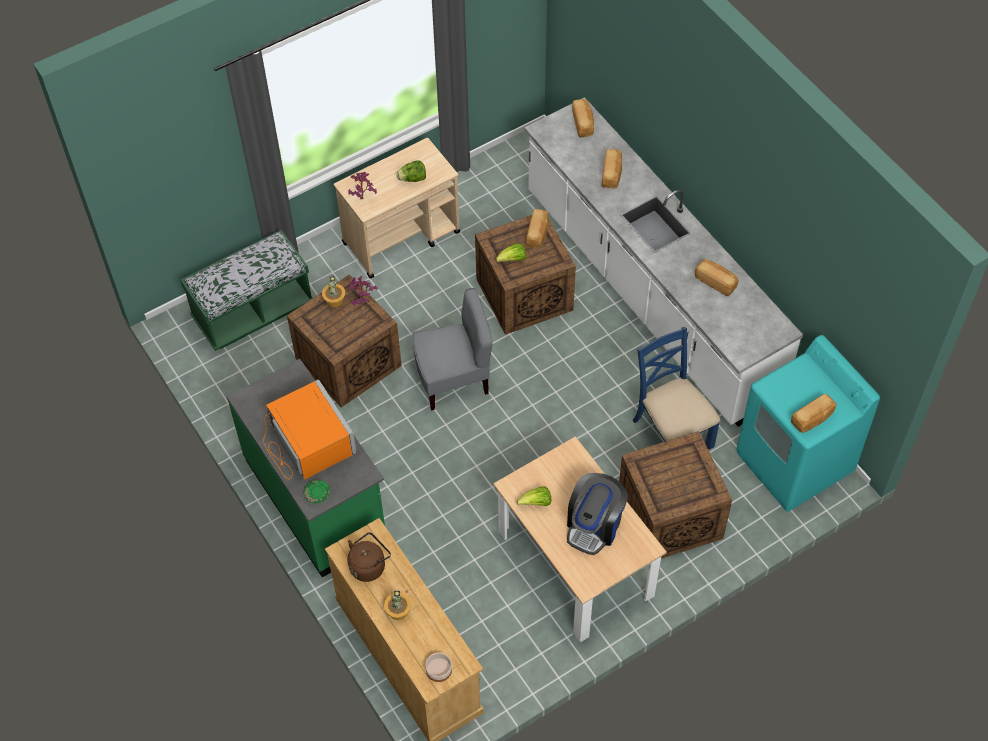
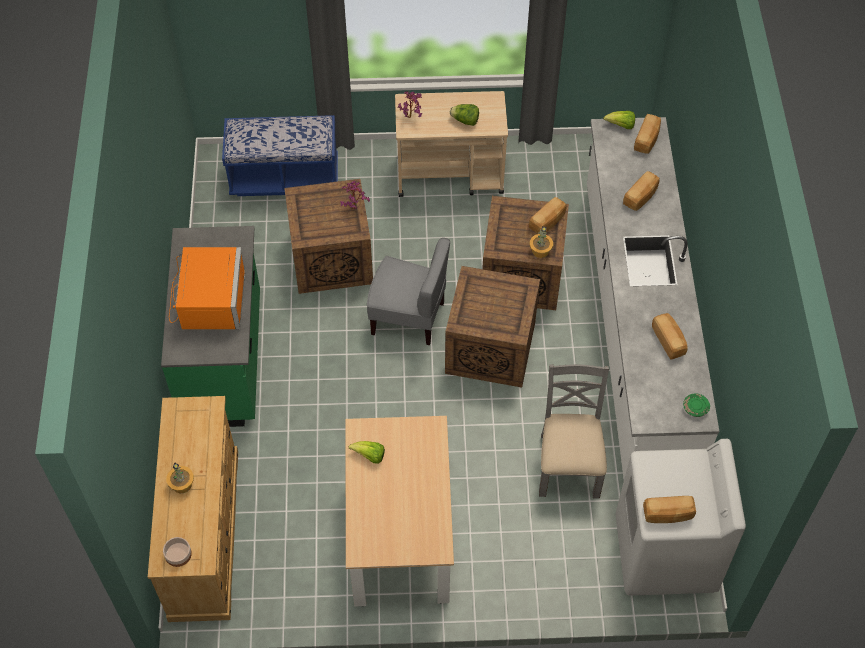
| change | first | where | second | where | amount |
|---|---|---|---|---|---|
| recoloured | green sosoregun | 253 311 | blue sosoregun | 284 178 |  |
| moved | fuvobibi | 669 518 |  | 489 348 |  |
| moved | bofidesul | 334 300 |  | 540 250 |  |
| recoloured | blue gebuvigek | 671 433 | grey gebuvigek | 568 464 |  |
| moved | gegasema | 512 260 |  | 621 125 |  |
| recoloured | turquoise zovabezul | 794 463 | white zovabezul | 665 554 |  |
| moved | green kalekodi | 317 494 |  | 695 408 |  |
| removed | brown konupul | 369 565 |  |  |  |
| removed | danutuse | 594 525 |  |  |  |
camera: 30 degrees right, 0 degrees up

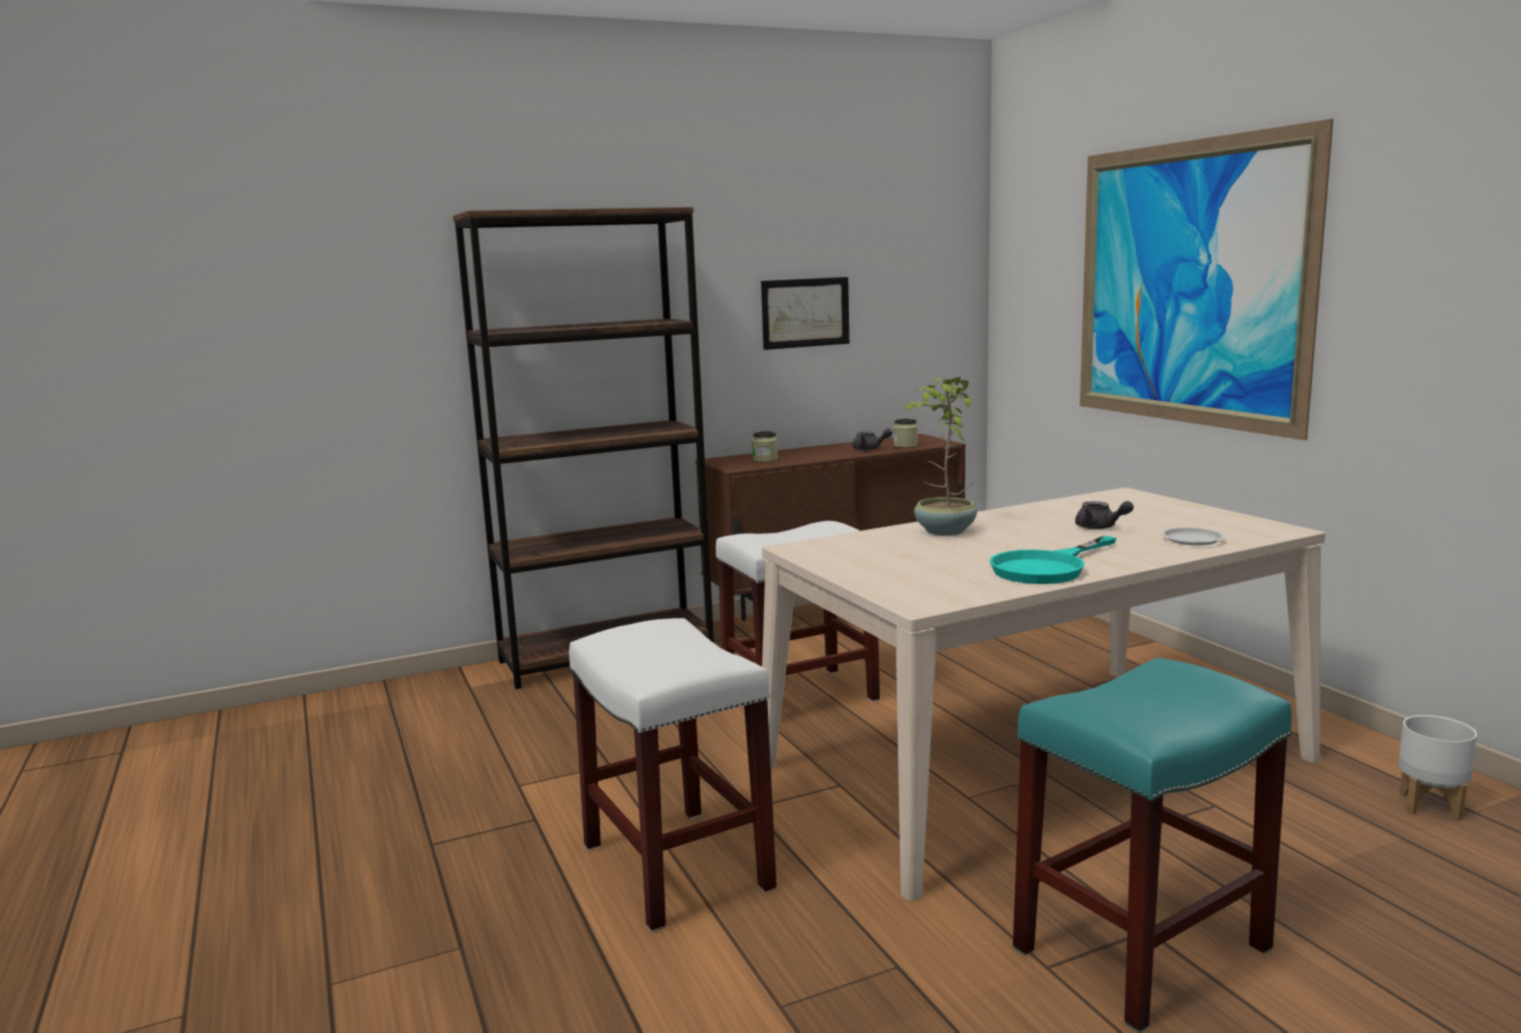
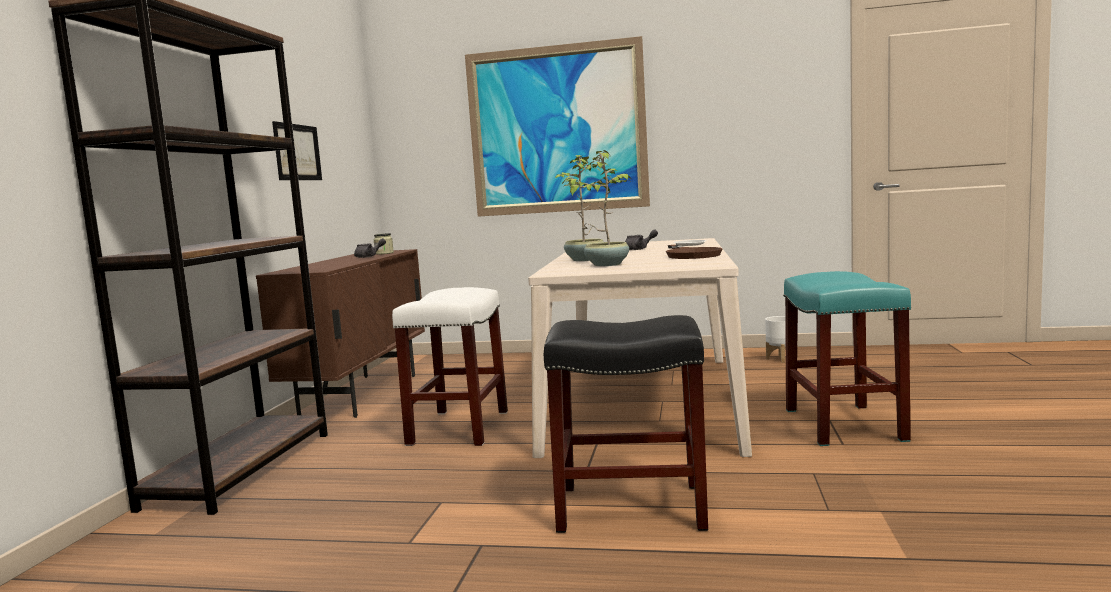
| change | first | where | second | where | amount |
|---|---|---|---|---|---|
| recoloured | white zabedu | 674 866 | black zabedu | 629 507 |  |
| added |  |  | bofidesul | 606 264 |  |
| recoloured | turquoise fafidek | 1047 567 | brown fafidek | 691 255 |  |
| removed | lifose | 765 459 |  |  |  |
camera: 55 degrees left, 5 degrees down

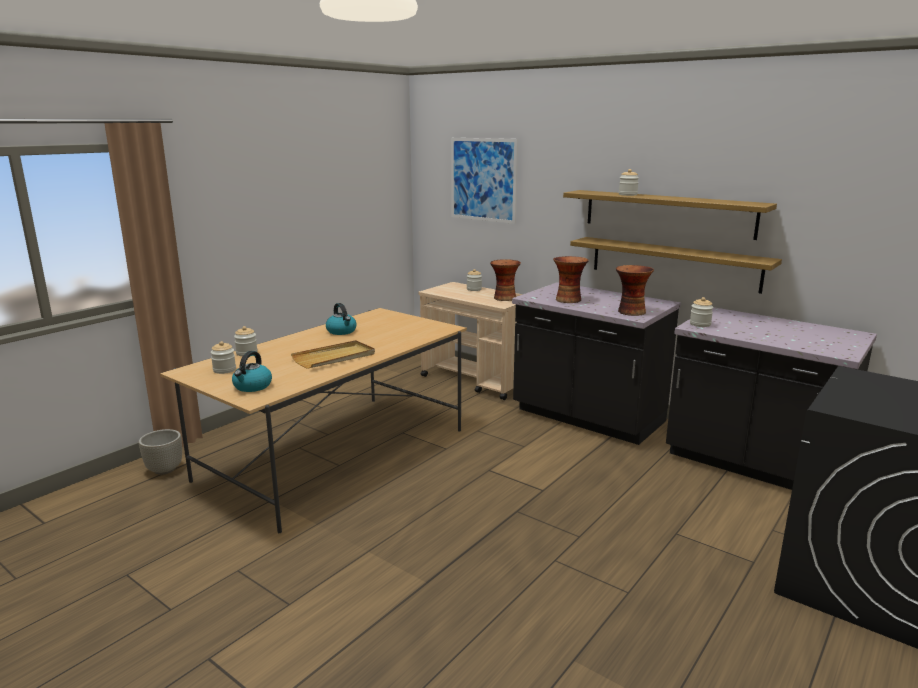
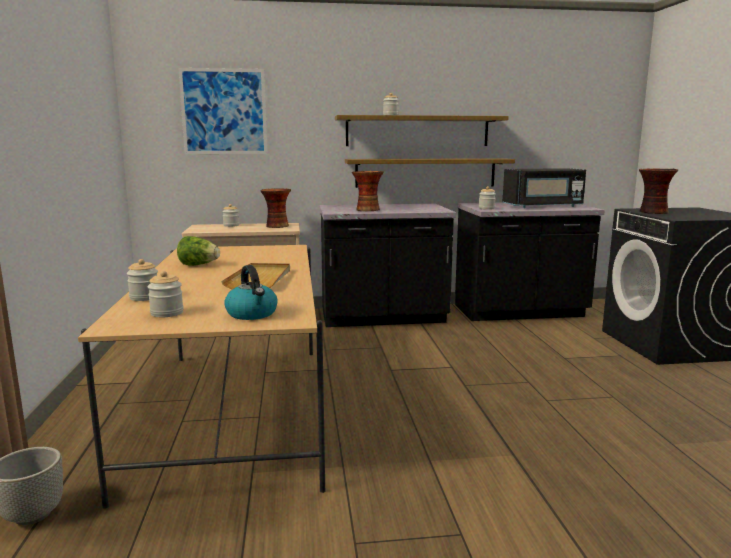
| change | first | where | second | where | amount |
|---|---|---|---|---|---|
| replaced | konupul | 342 331 | gegasema | 198 265 |  |
| added |  |  | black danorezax | 543 206 |  |
| moved | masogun | 630 312 |  | 653 212 |  |
camera: 45 degrees left, 5 degrees down

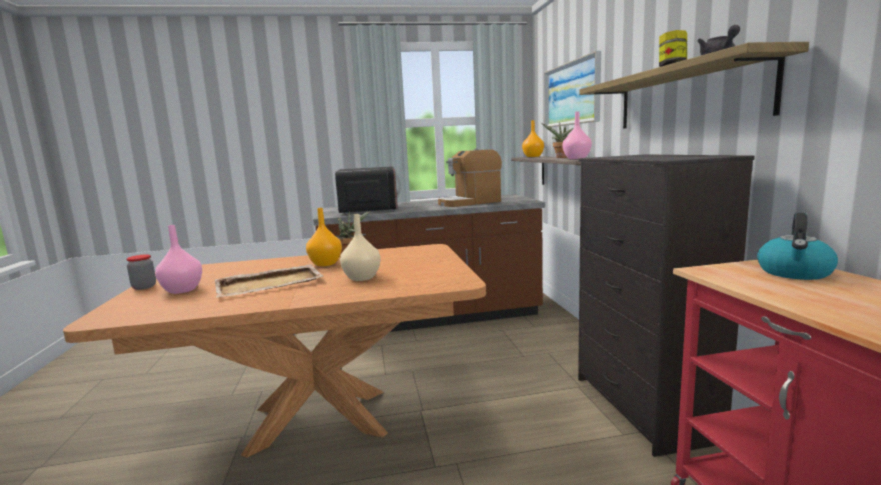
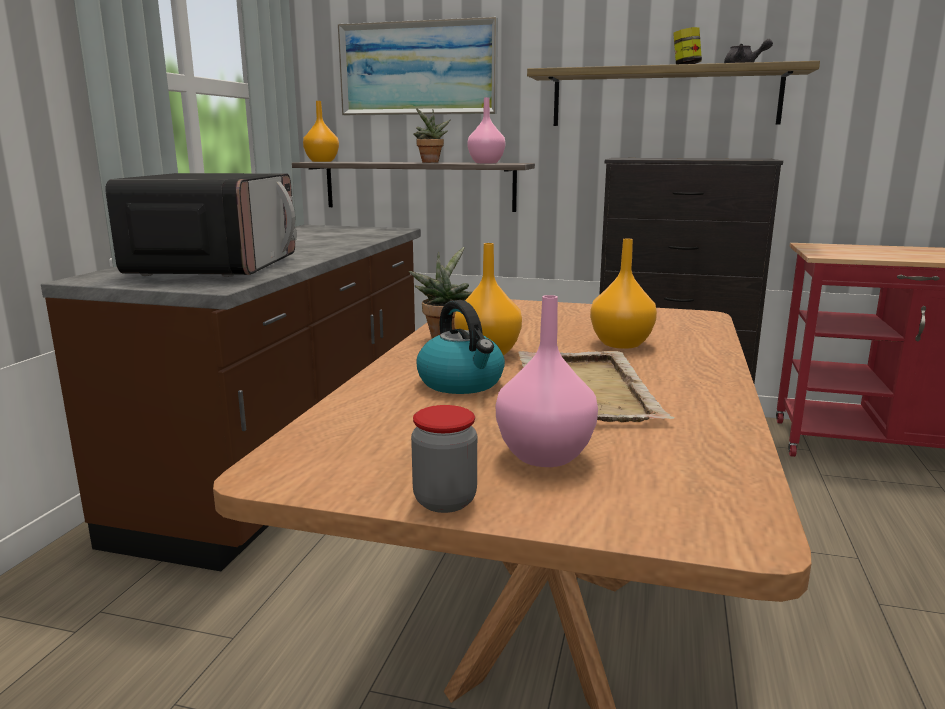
| change | first | where | second | where | amount |
|---|---|---|---|---|---|
| turned | danorezax | 369 209 |  | 216 267 | 75 degrees clockwise |
| moved | konupul | 794 273 |  | 462 383 |  |
| recoloured | beige masogun | 362 277 | orange masogun | 620 343 |  |
| removed | danutuse | 470 202 |  |  |  |
camera: 65 degrees left, 5 degrees up

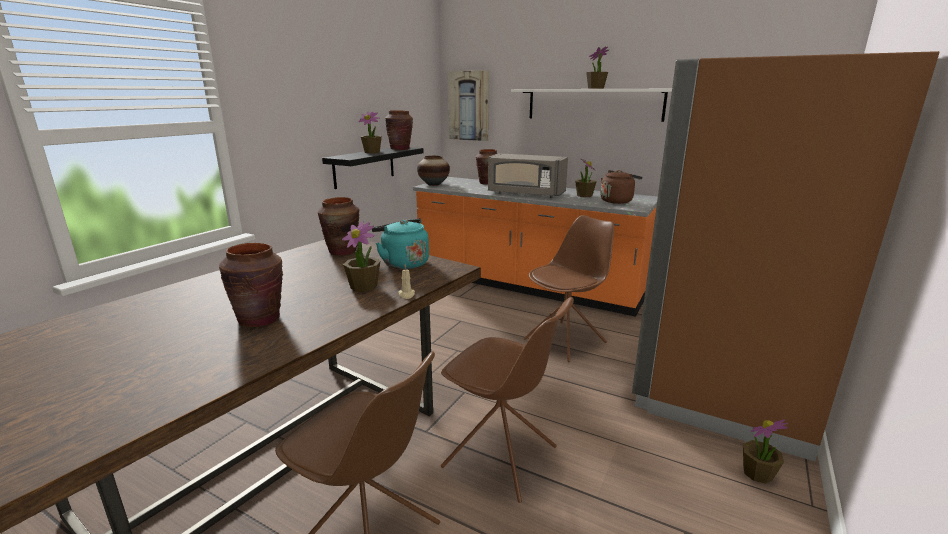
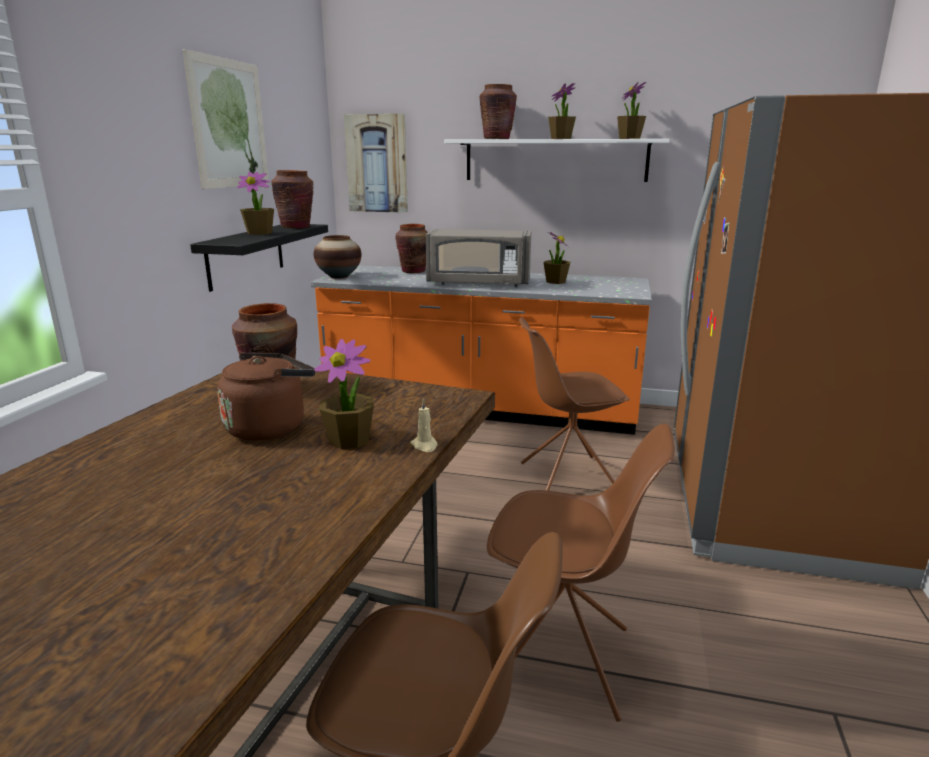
| change | first | where | second | where | amount |
|---|---|---|---|---|---|
| added |  |  | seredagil | 229 124 |  |
| moved | brown konupul | 617 201 |  | 270 427 |  |
| moved | brown masogun | 260 319 |  | 497 139 |  |
| turned | brown gebuvigek | 566 340 |  | 566 478 | 135 degrees counterclockwise |
| moved | bofidesul | 757 473 |  | 629 138 |  |
| removed | turquoise konupul | 403 263 |  |  |  |
camera: 15 degrees left, 0 degrees up

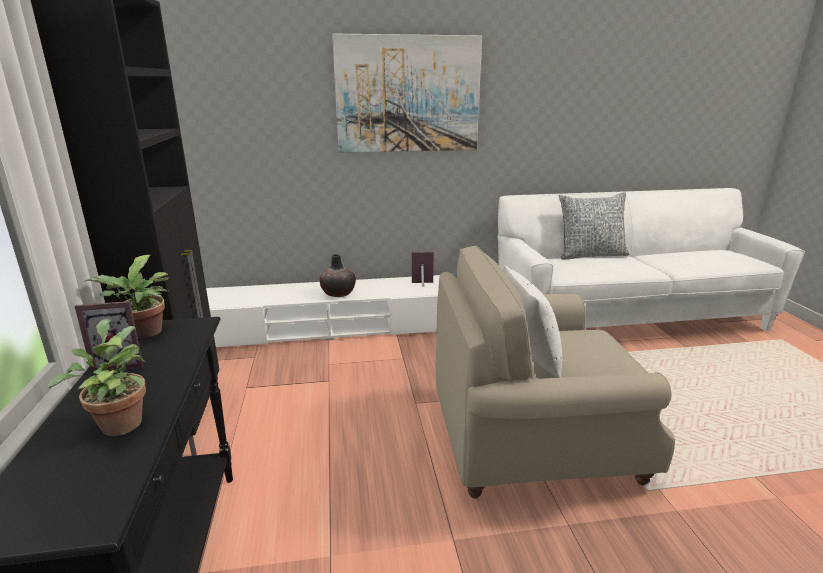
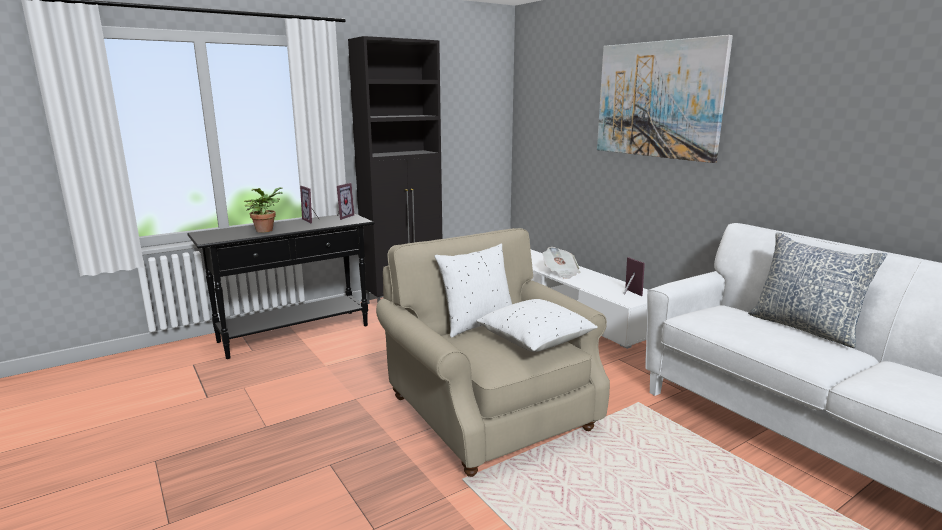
| change | first | where | second | where | amount |
|---|---|---|---|---|---|
| replaced | bofidesul | 144 334 | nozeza | 342 217 |  |
| added |  |  | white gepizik | 535 341 |  |
| replaced | masogun | 338 293 | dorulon | 560 273 |  |
camera: 65 degrees right, 5 degrees down

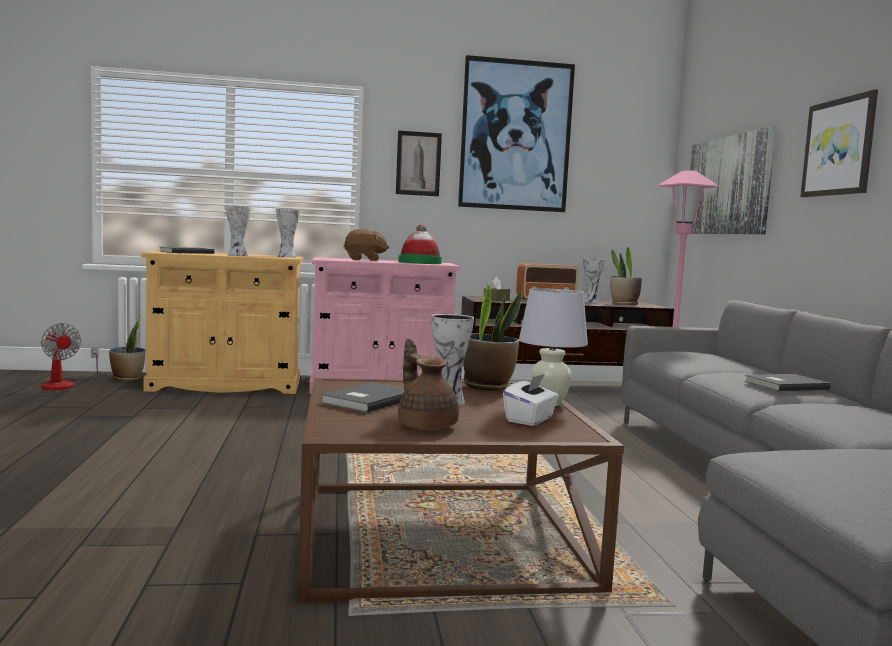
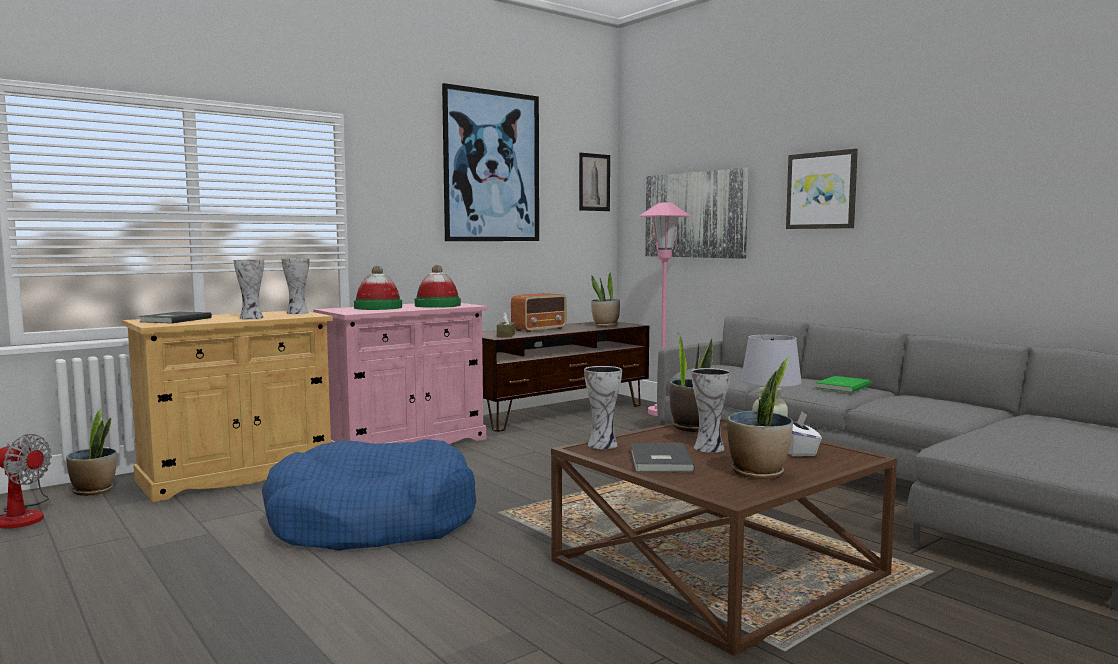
| change | first | where | second | where | amount |
|---|---|---|---|---|---|
| added |  |  | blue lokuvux | 372 521 |  |
| replaced | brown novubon | 364 260 | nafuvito | 378 307 |  |
| moved | seredagil | 418 163 |  | 594 182 |  |
| moved | masogun | 591 301 |  | 603 444 |  |
| replaced | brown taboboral | 426 425 | bofidesul | 758 473 |  |
| recoloured | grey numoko | 784 385 | green numoko | 841 386 |  |
camera: 30 degrees left, 0 degrees up

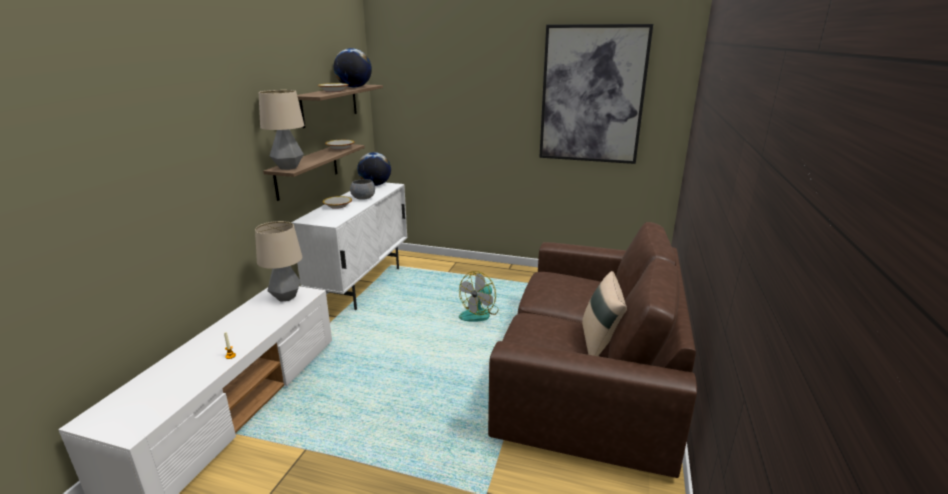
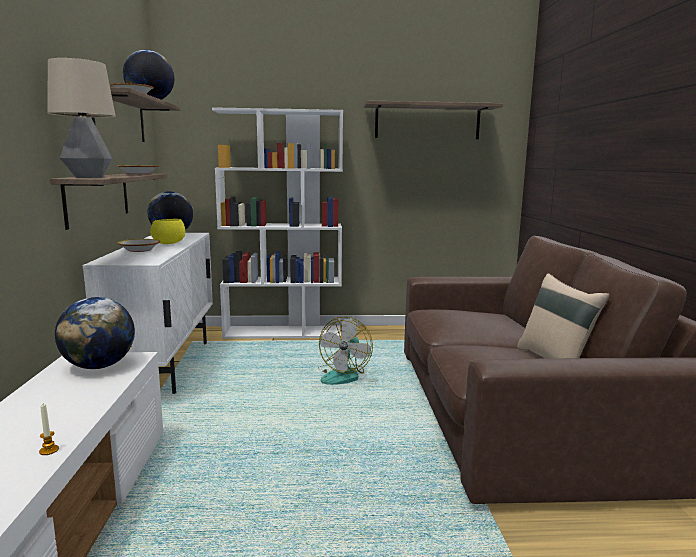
| change | first | where | second | where | amount |
|---|---|---|---|---|---|
| replaced | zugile | 286 297 | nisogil | 99 366 |  |
| recoloured | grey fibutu | 363 198 | yellow fibutu | 168 243 |  |
| added |  |  | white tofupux | 283 332 |  |
| replaced | seredagil | 592 95 | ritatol | 427 122 |  |
camera: 20 degrees left, 10 degrees down

